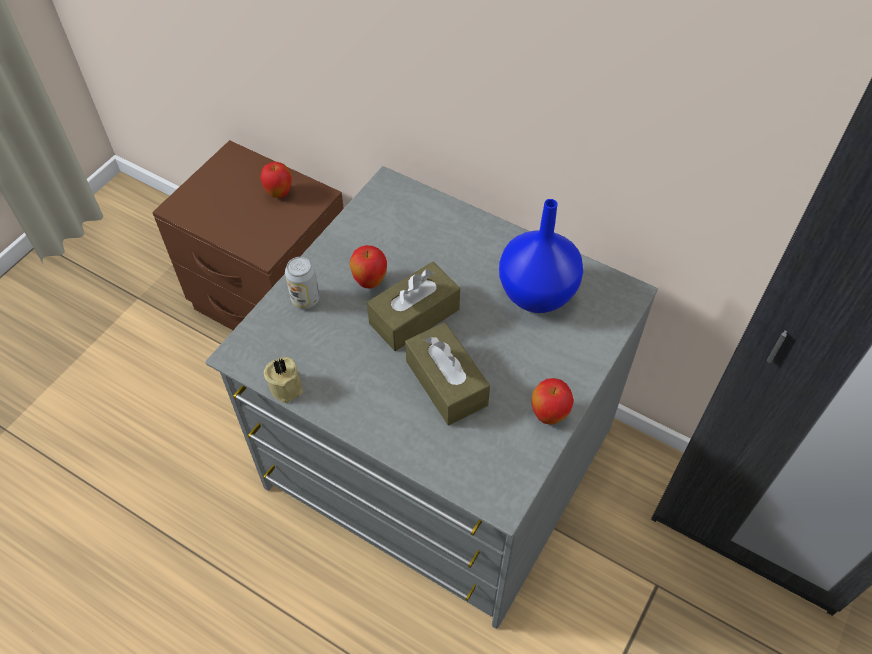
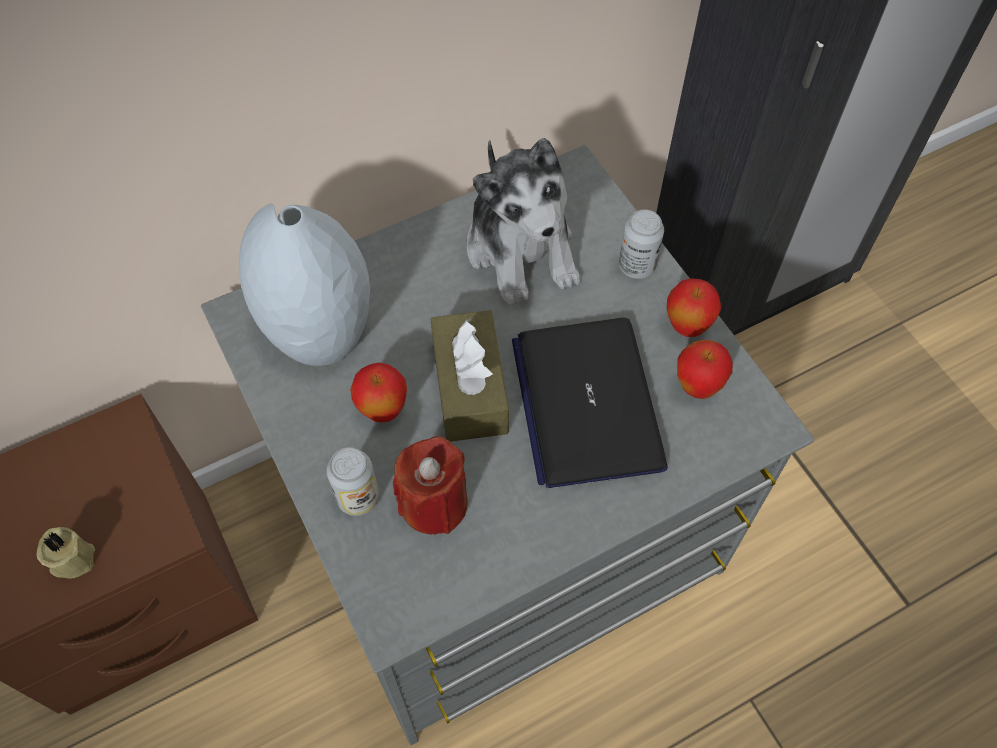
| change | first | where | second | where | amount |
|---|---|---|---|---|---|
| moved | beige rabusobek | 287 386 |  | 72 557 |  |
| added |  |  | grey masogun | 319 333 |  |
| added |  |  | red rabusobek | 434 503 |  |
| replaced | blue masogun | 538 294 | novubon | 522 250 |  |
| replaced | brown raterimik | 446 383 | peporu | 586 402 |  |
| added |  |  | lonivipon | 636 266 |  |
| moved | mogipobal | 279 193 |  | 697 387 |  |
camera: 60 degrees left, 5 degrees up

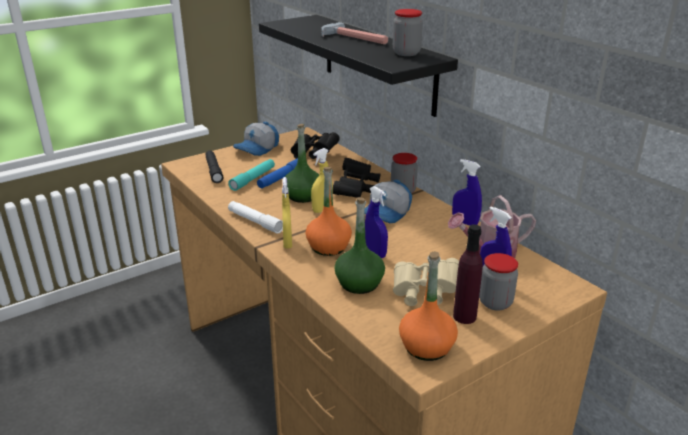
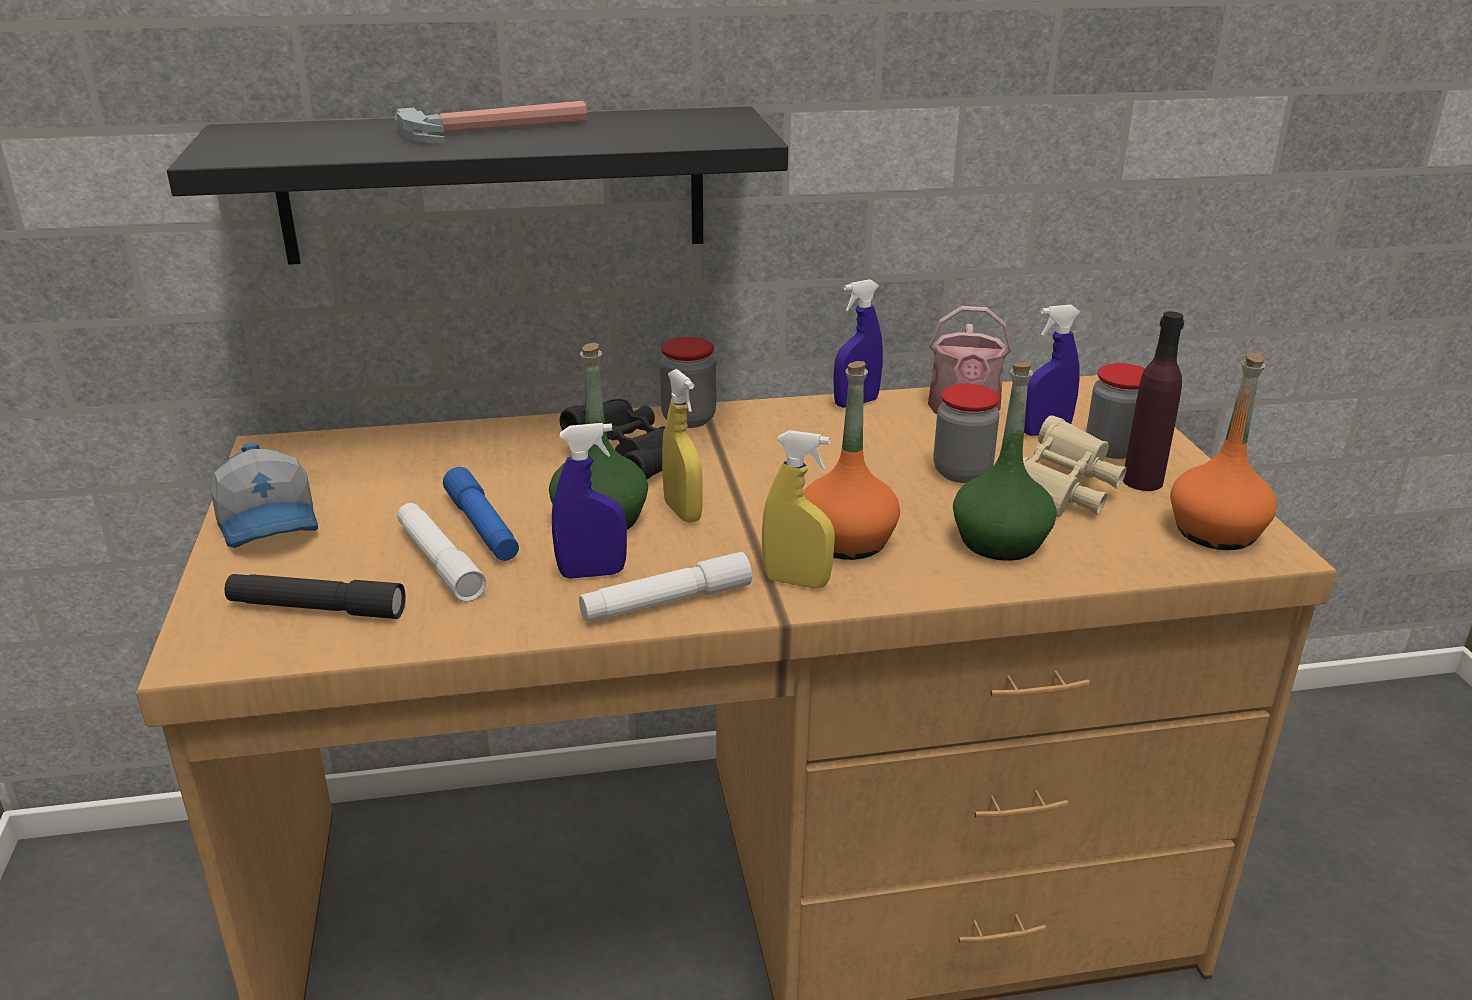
| change | first | where | second | where | amount |
|---|---|---|---|---|---|
| recoloured | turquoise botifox | 253 179 | white botifox | 439 562 |  |
| moved | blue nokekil | 375 253 |  | 592 573 |  |
| moved | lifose | 406 53 |  | 962 472 |  |
| removed | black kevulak | 312 155 |  |  |  |
| removed | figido | 387 213 |  |  |  |
camera: 65 degrees left, 0 degrees up

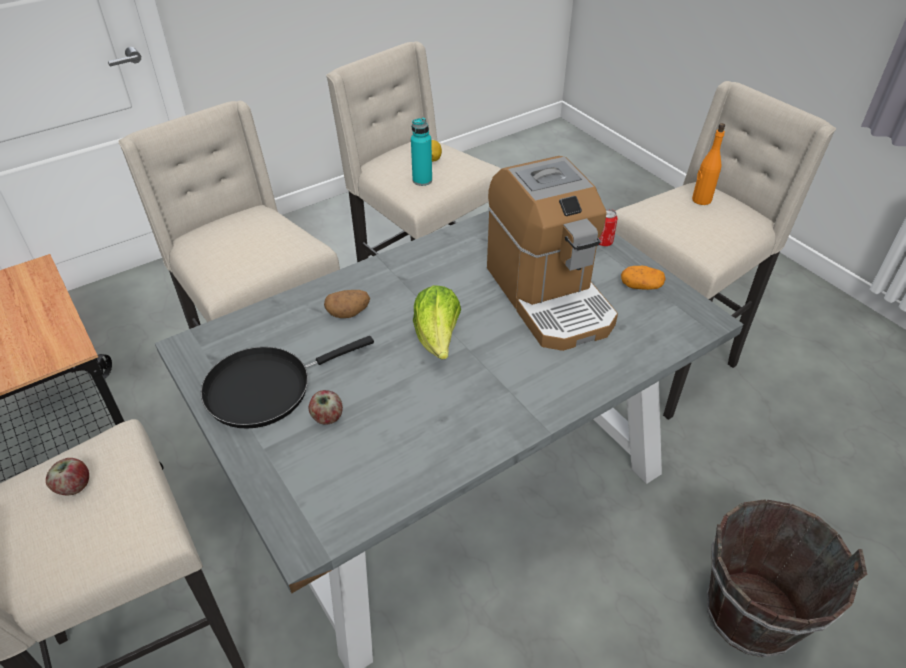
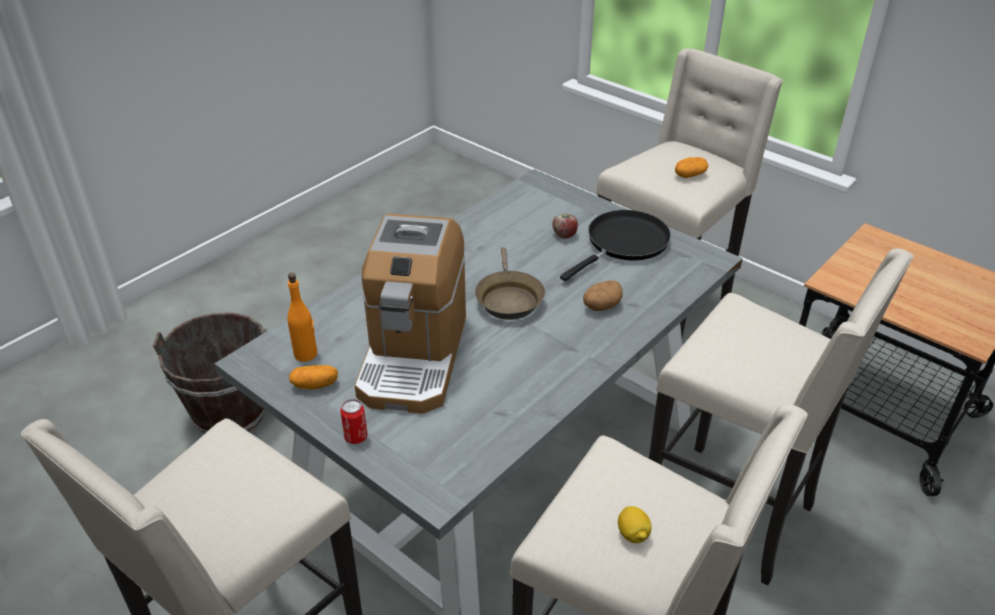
| change | first | where | second | where | amount |
|---|---|---|---|---|---|
| moved | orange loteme | 701 200 |  | 306 354 |  |
| turned | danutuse | 549 296 |  | 413 356 | 135 degrees counterclockwise |
| replaced | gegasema | 437 339 | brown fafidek | 508 299 |  |
| replaced | mogipobal | 74 486 | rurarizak | 690 175 |  |
| removed | turquoise loteme | 422 180 |  |  |  |
camera: 165 degrees right, 5 degrees down

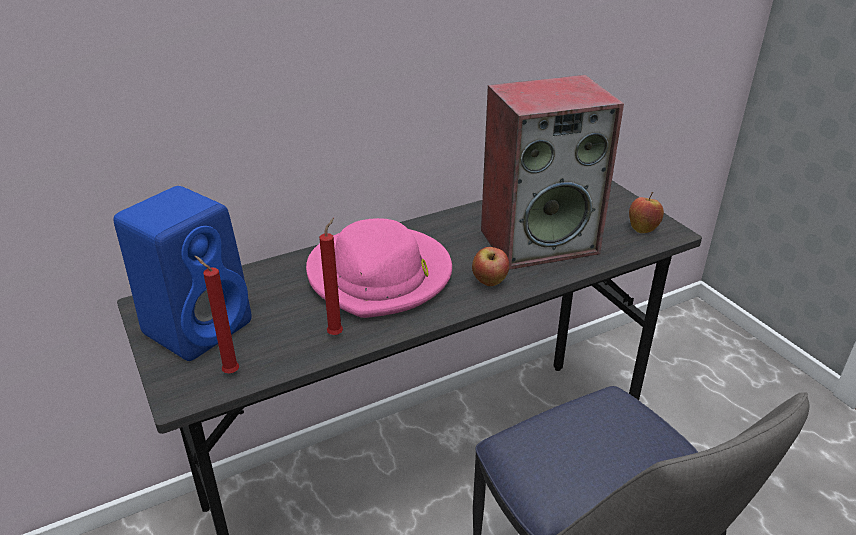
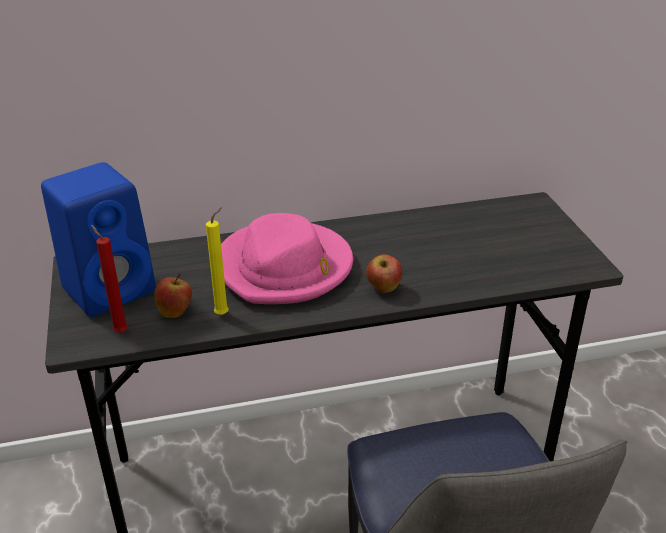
| change | first | where | second | where | amount |
|---|---|---|---|---|---|
| moved | mogipobal | 642 228 |  | 175 312 |  |
| recoloured | red rabusobek | 337 333 | yellow rabusobek | 223 313 |  |
| removed | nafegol | 540 240 |  |  |  |
camera: 15 degrees right, 0 degrees up

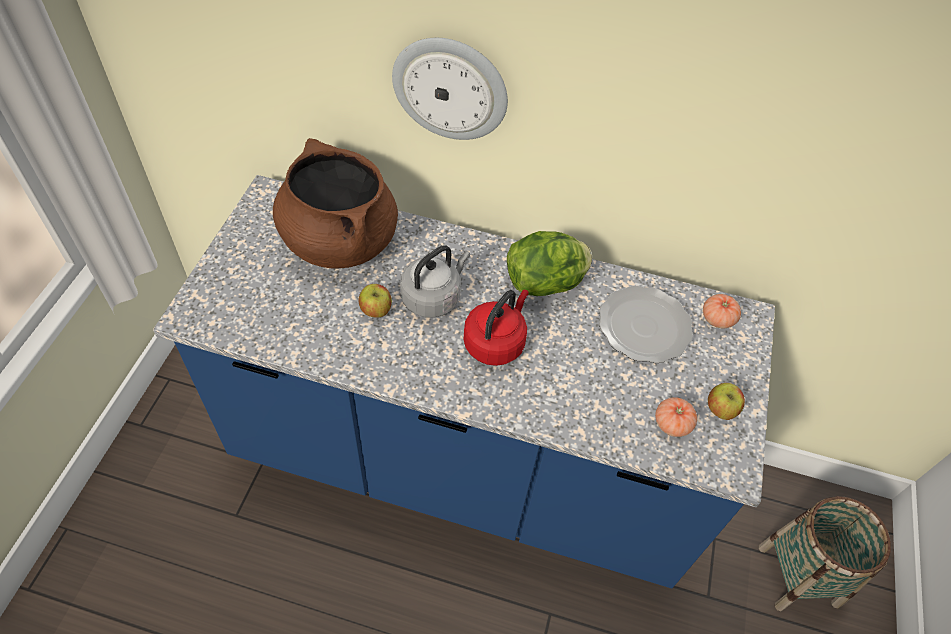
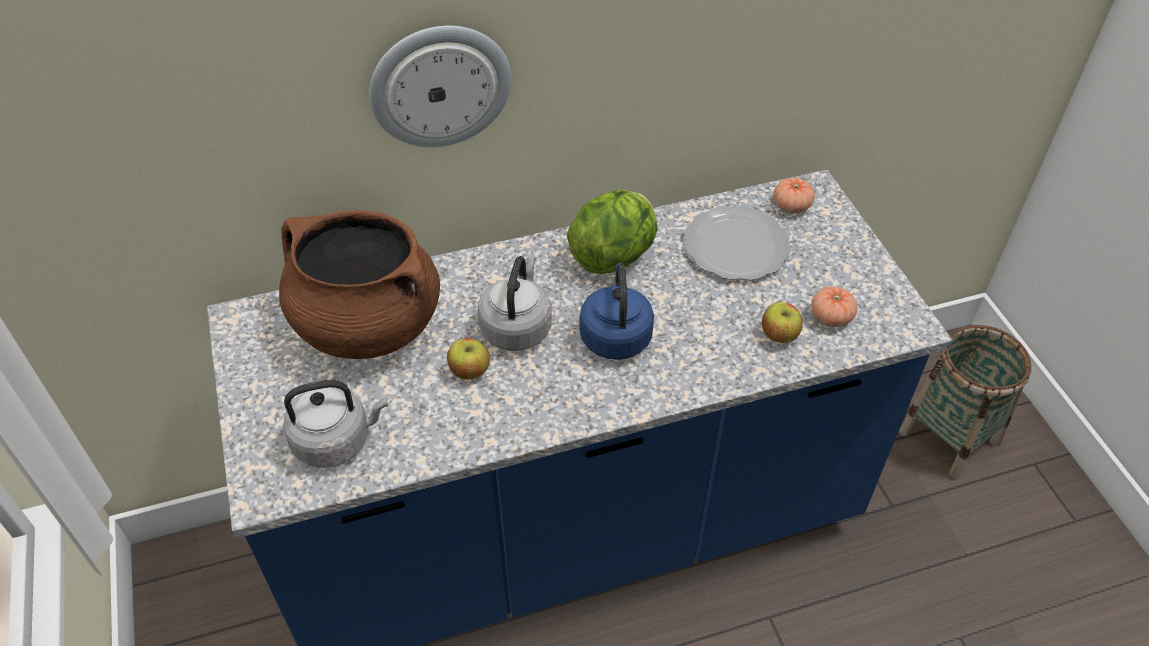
| change | first | where | second | where | amount |
|---|---|---|---|---|---|
| added |  |  | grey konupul | 336 440 |  |
| recoloured | red konupul | 496 342 | blue konupul | 615 335 |  |
| moved | mogipobal | 720 409 |  | 779 335 |  |
camera: 30 degrees left, 5 degrees down

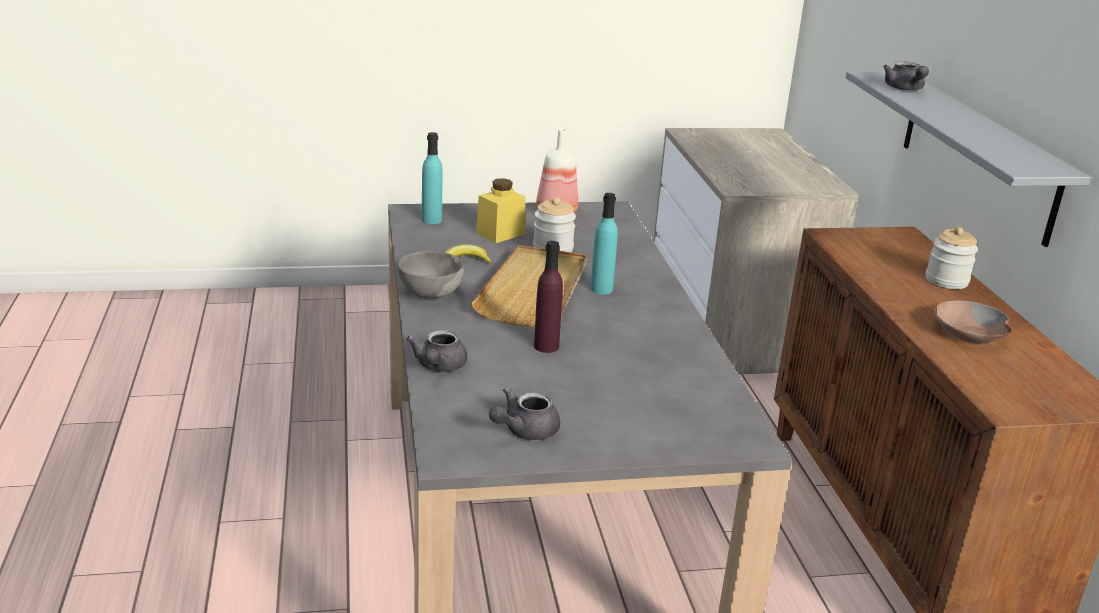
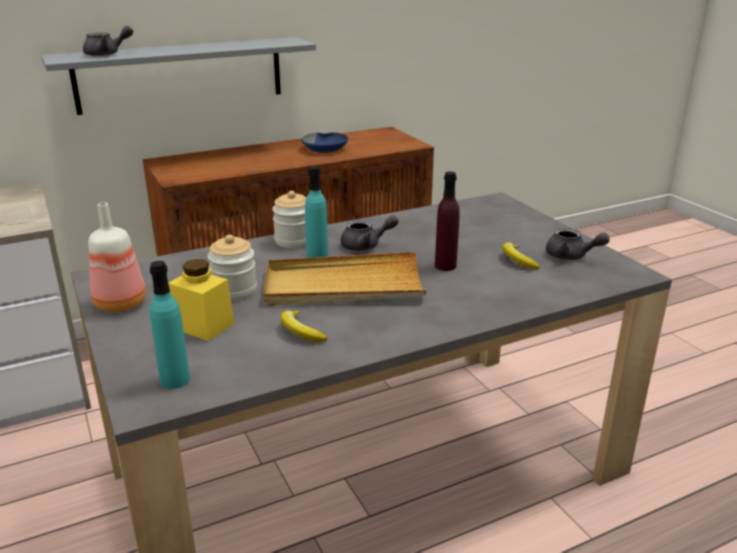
| change | first | where | second | where | amount |
|---|---|---|---|---|---|
| moved | lifose | 946 280 |  | 294 241 |  |
| recoloured | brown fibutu | 969 333 | blue fibutu | 326 149 |  |
| moved | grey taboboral | 439 367 |  | 366 246 |  |
| added |  |  | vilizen | 517 260 |  |
| removed | grey fibutu | 431 295 |  |  |  |
camera: 105 degrees left, 0 degrees up

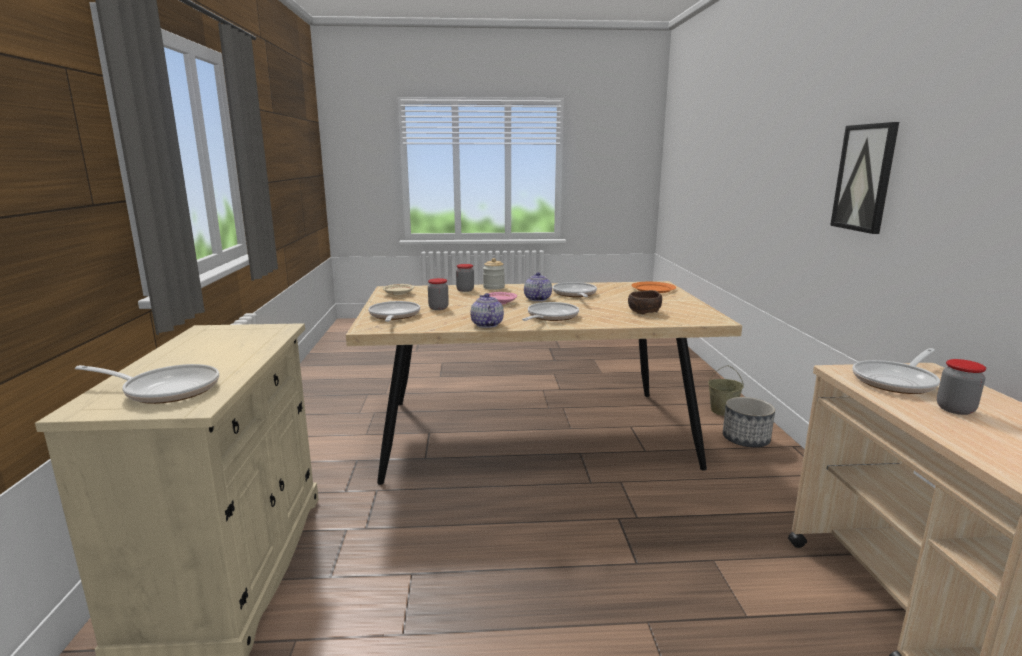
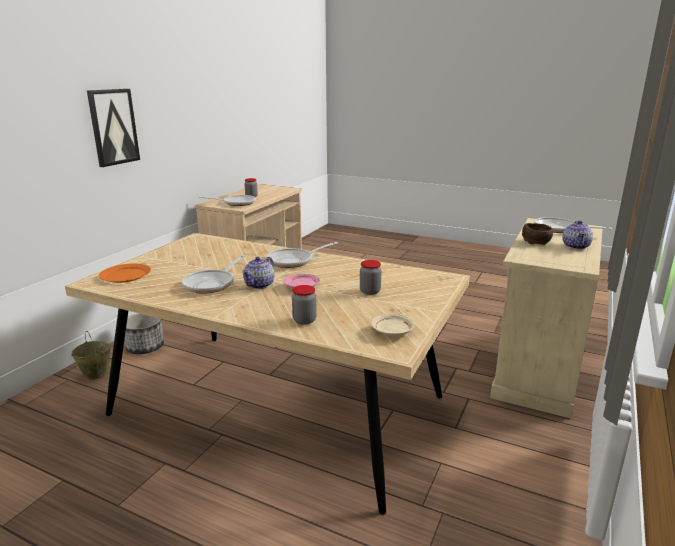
| change | first | where | second | where | amount |
|---|---|---|---|---|---|
| moved | brown fibutu | 643 312 |  | 536 242 |  |
| moved | taboboral | 486 325 |  | 576 246 |  |
| removed | fafidek | 393 316 |  |  |  |
| removed | lifose | 494 287 |  |  |  |
camera: 150 degrees left, 5 degrees up

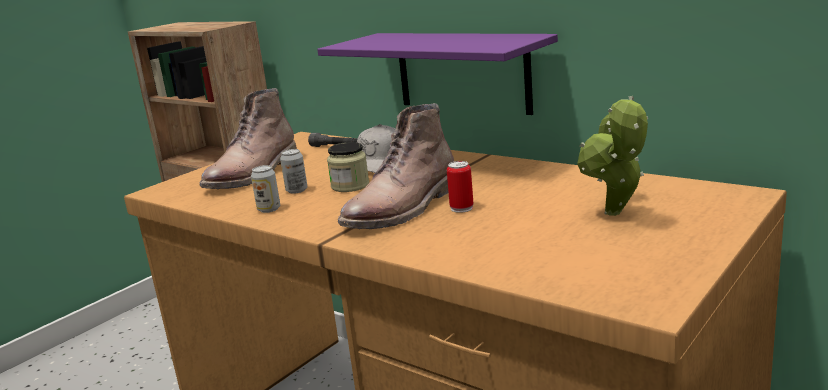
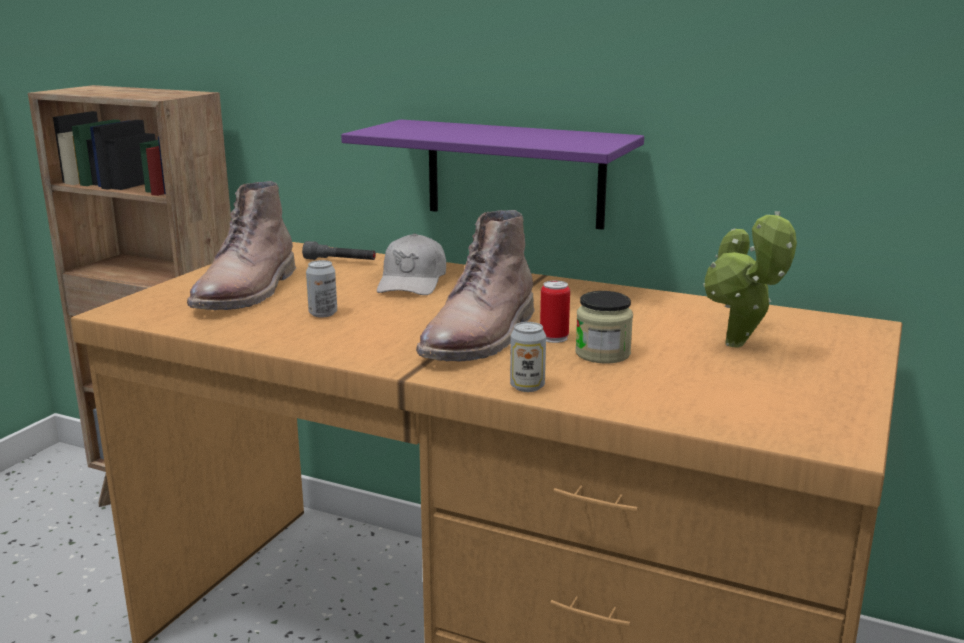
| change | first | where | second | where | amount |
|---|---|---|---|---|---|
| moved | lonivipon | 269 209 |  | 527 386 |  |
| moved | lifose | 350 186 |  | 602 354 |  |
camera: 15 degrees left, 0 degrees up

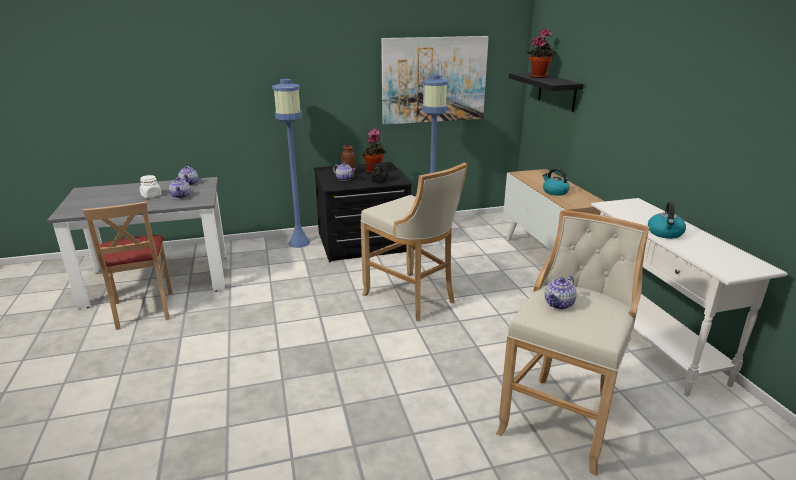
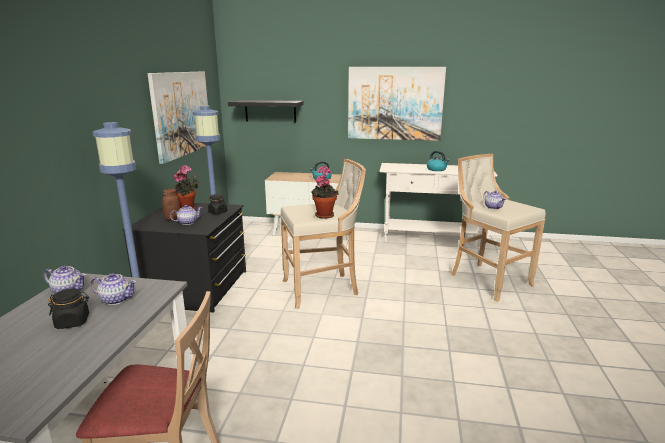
| change | first | where | second | where | amount |
|---|---|---|---|---|---|
| recoloured | white lifose | 151 195 | black lifose | 73 322 |  |
| moved | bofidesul | 539 76 |  | 324 215 |  |
| added |  |  | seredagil | 395 103 |  |
camera: 65 degrees left, 5 degrees down

